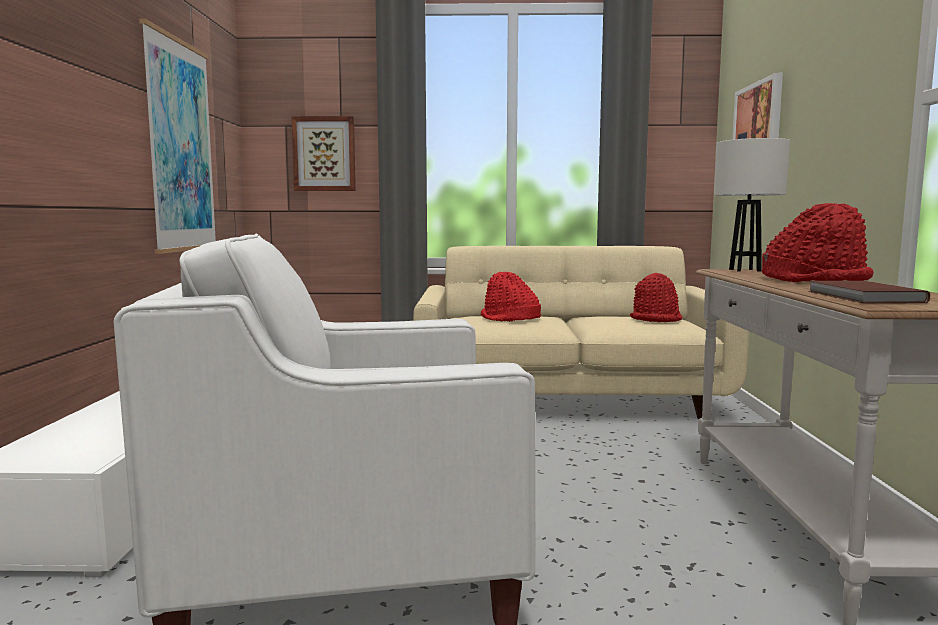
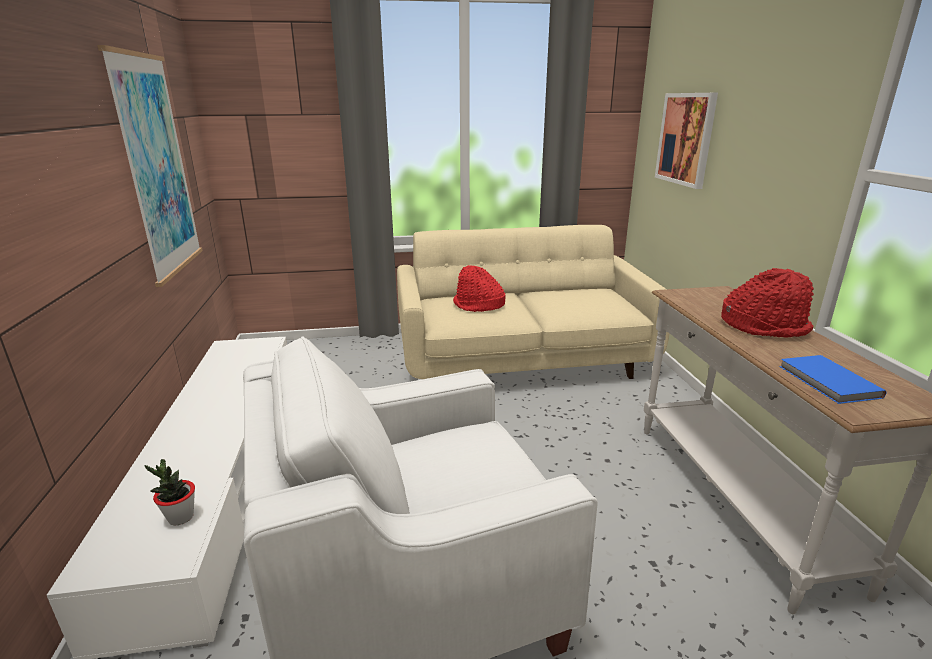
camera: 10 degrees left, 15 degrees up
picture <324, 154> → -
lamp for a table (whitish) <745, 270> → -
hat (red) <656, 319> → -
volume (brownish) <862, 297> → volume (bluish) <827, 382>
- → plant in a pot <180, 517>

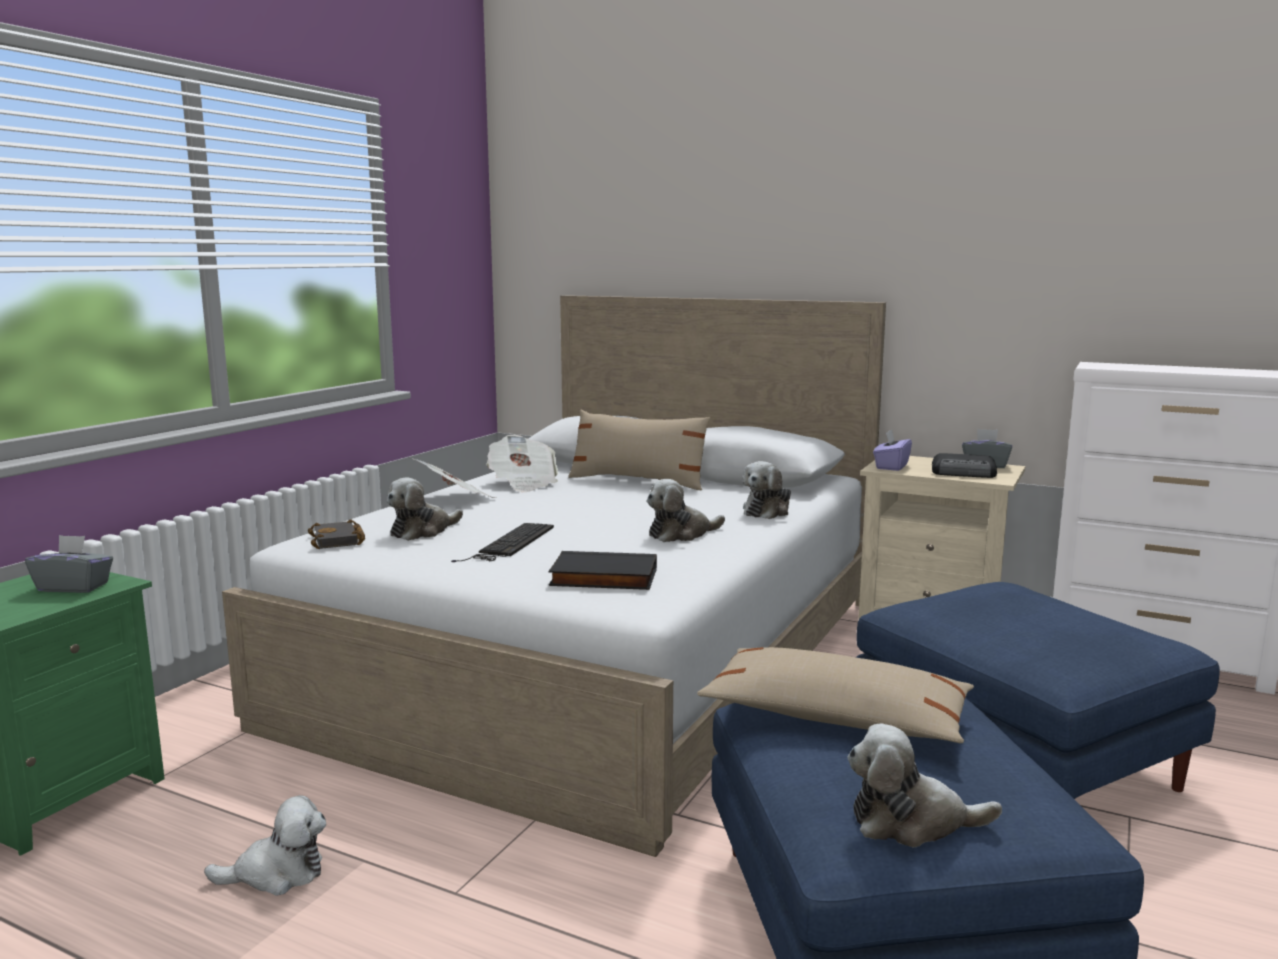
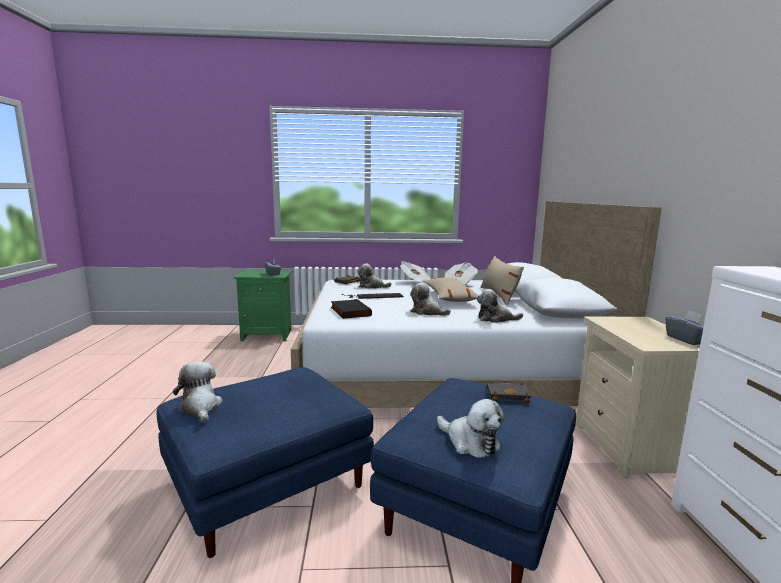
camera: 60 degrees right, 0 degrees up
box of tissues (purple-coloured) <891, 466> → -
radio receiver <964, 473> → -
throw pillow (beige) <835, 717> → throw pillow (beige) <449, 297>, move
soft toy <277, 874> → soft toy <470, 442>, move
- → volume (black) <508, 395>

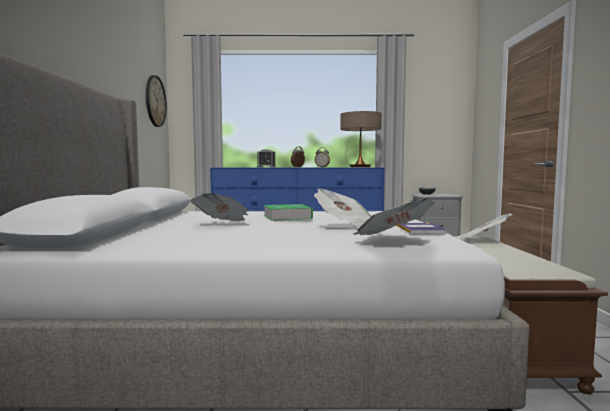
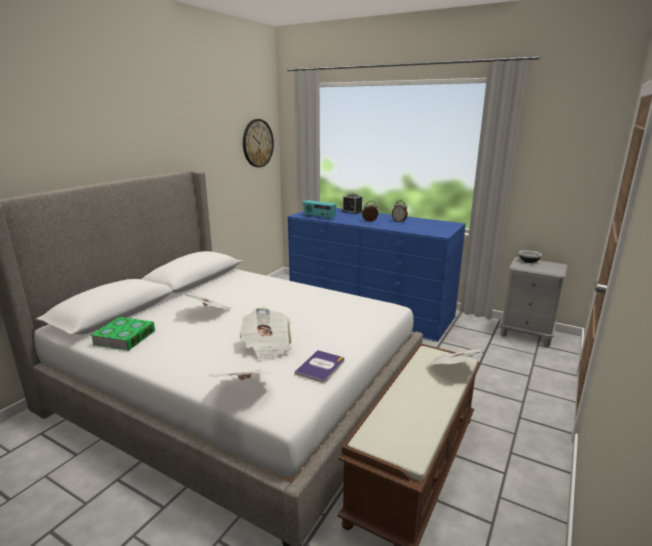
camera: 30 degrees right, 15 degrees up
lamp for a table <360, 167> → -
volume <287, 217> → volume <124, 338>, move
- → radio receiver <319, 217>

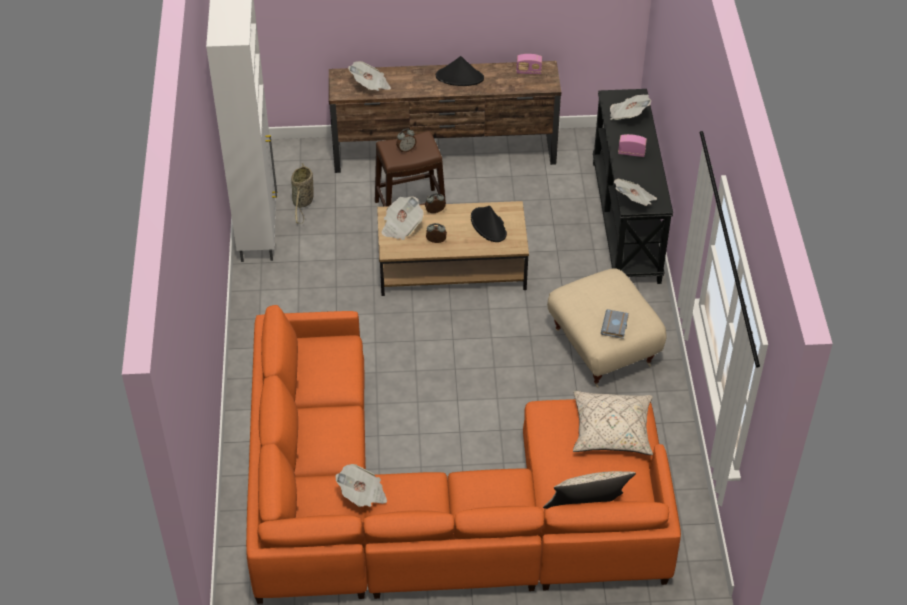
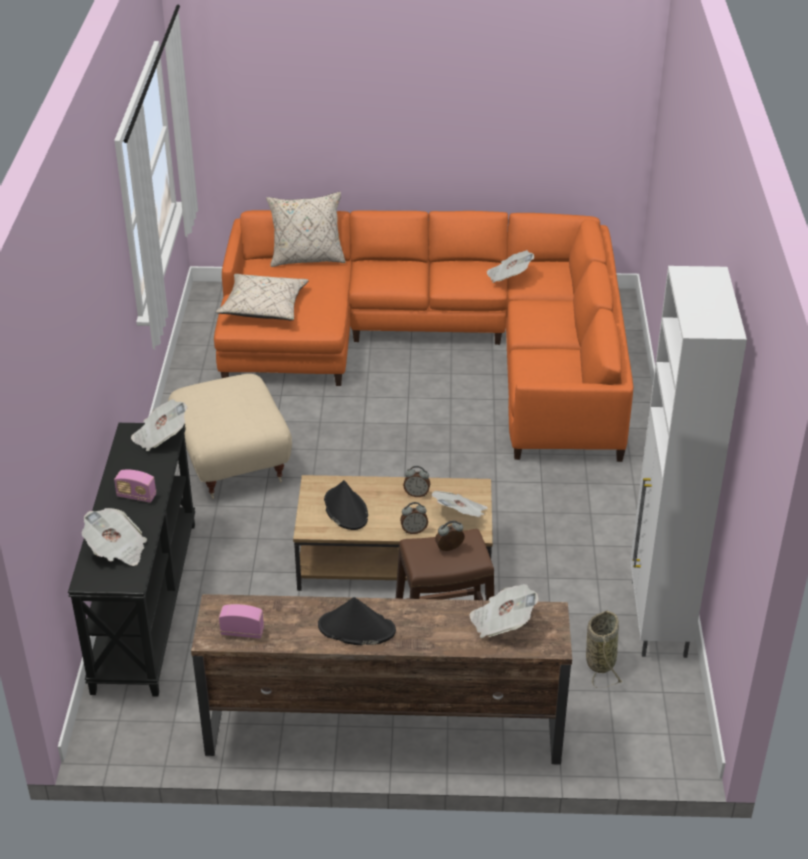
camera: 175 degrees left, 10 degrees down
volume (grey) <615, 326> → -

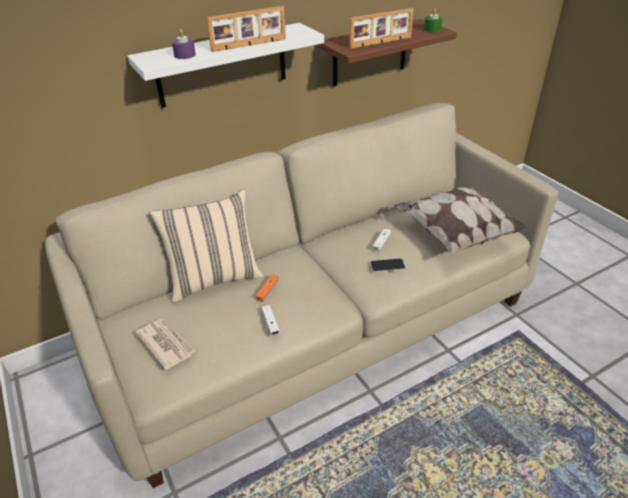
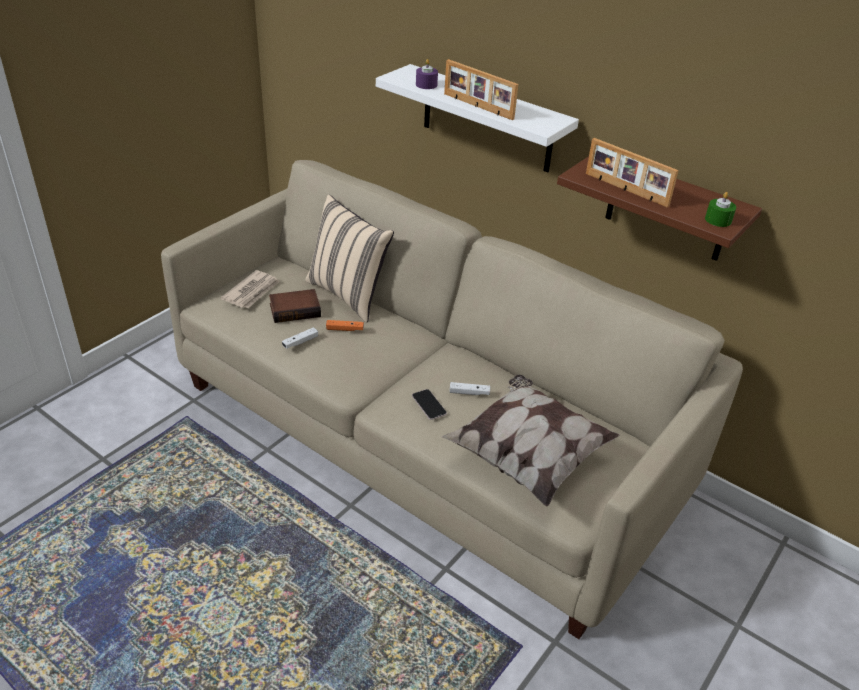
camera: 65 degrees right, 0 degrees up
- → volume <295, 309>

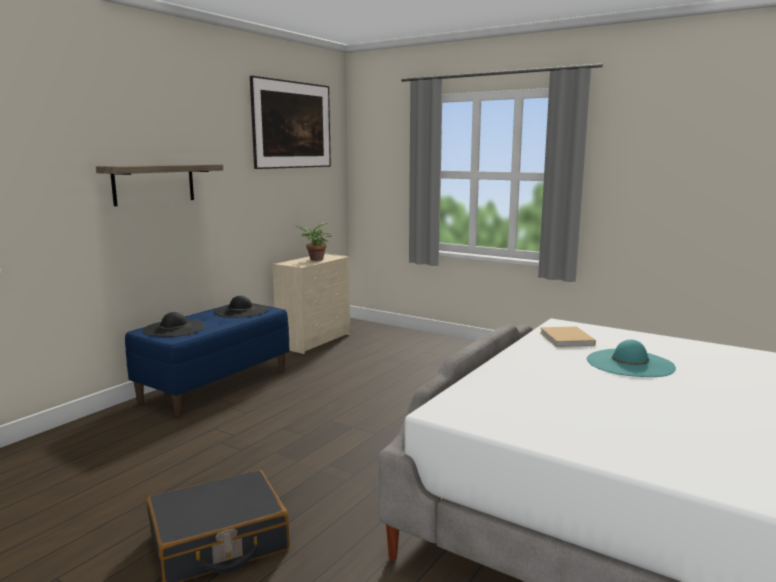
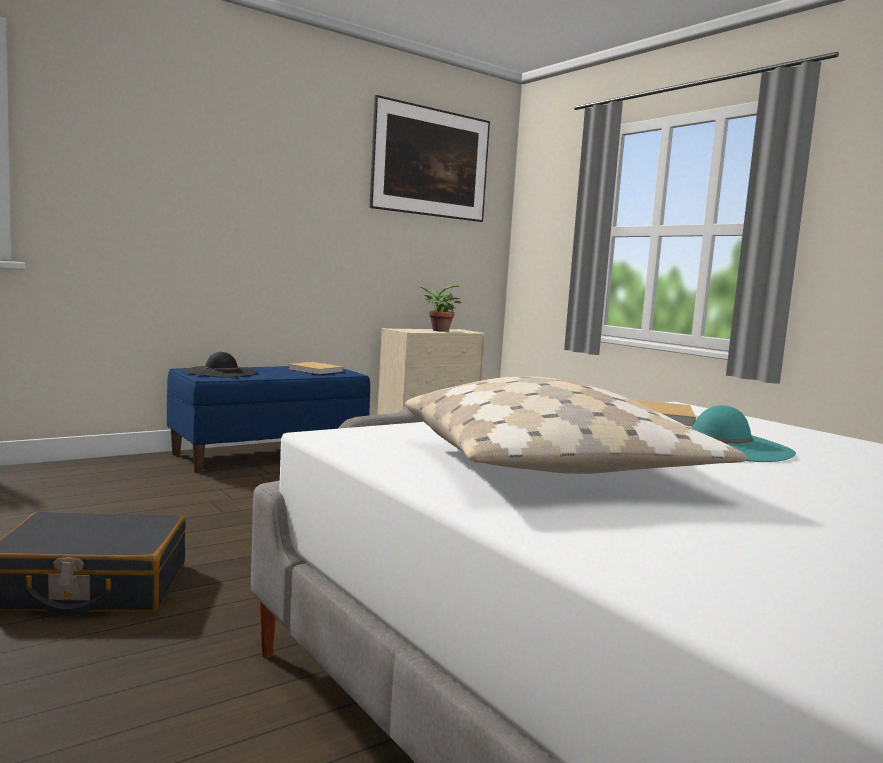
camera: 20 degrees right, 5 degrees down
shelf <154, 184> → -
hat (black) <241, 310> → volume (beige) <316, 370>
- → throw pillow (beige) <555, 469>

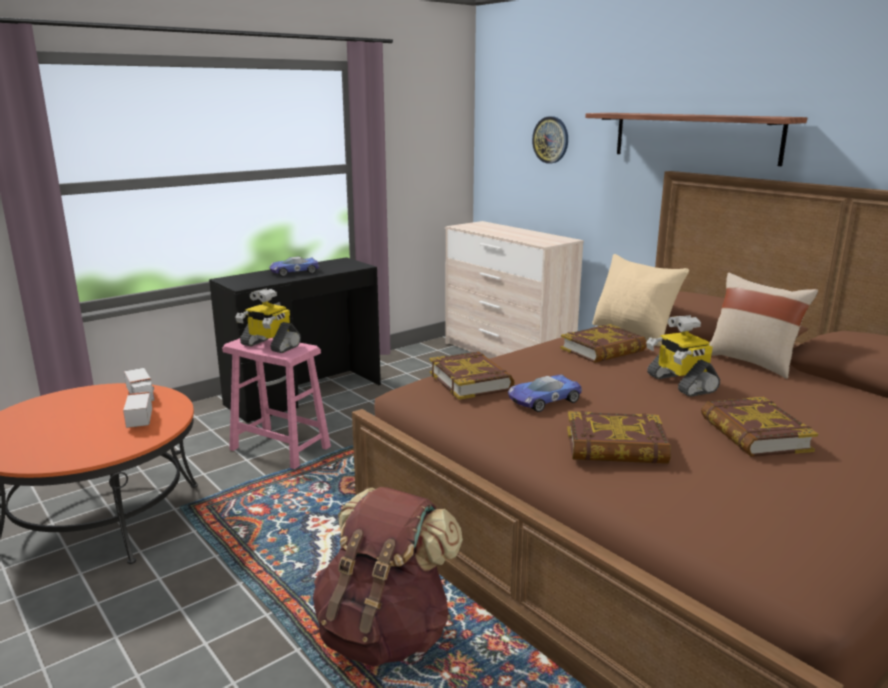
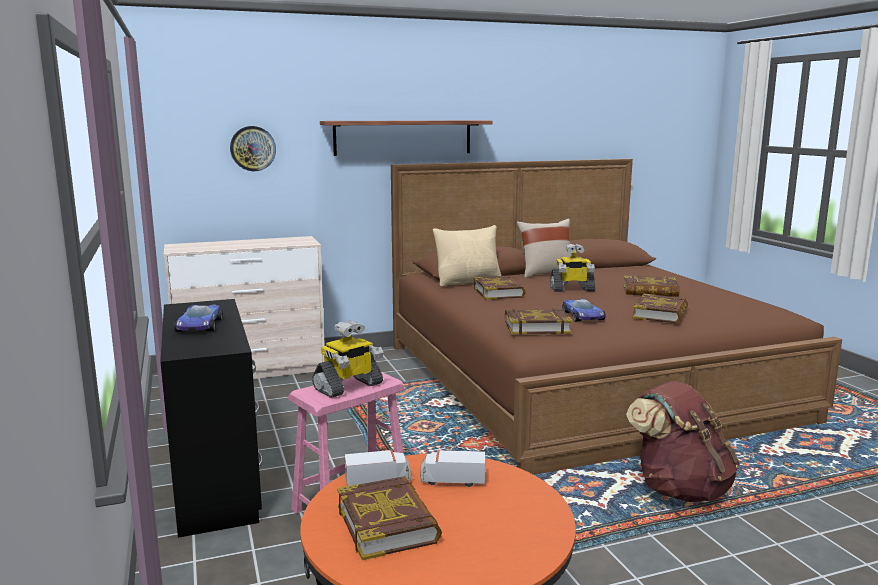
camera: 70 degrees left, 5 degrees down
- → volume <388, 524>

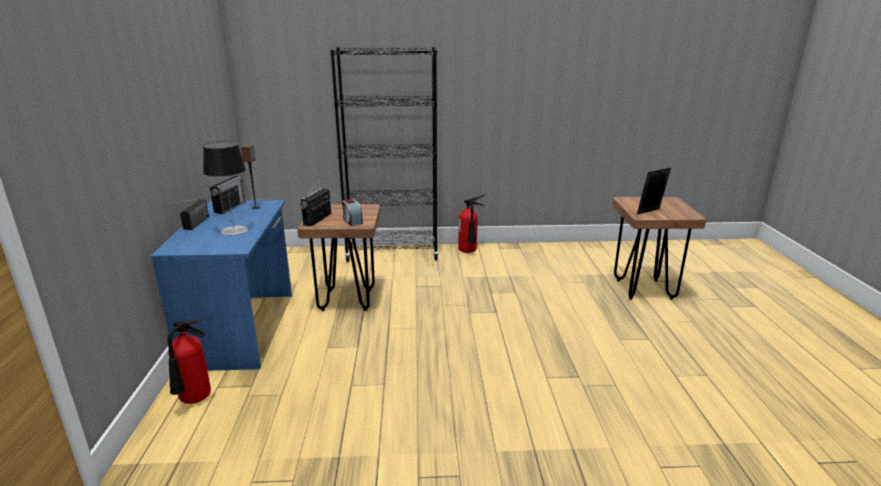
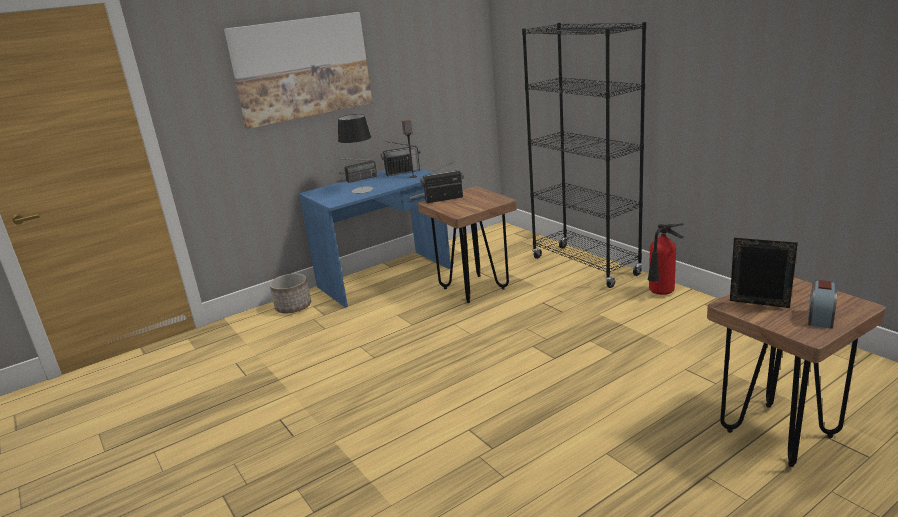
camera: 60 degrees right, 0 degrees up
bedside clock <352, 221> → bedside clock <820, 318>, move
extinguisher <194, 401> → plant pot <293, 307>
- → picture <302, 68>

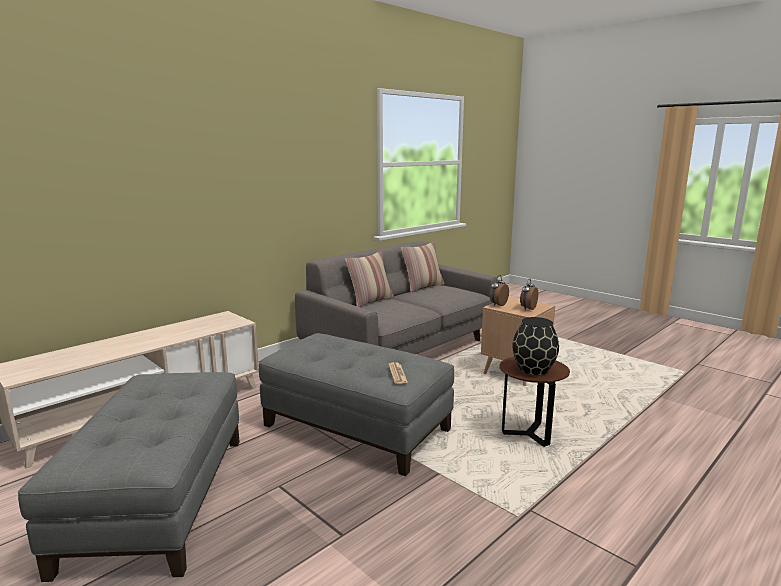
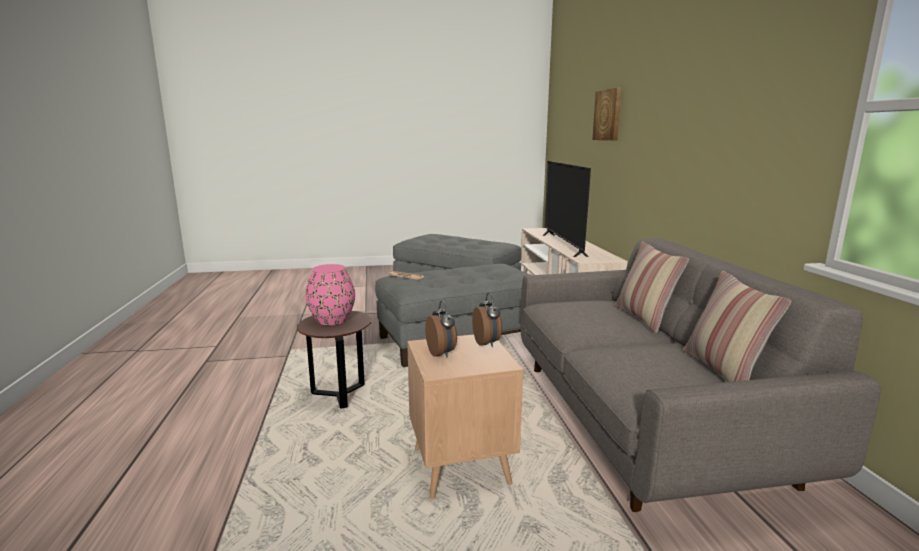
camera: 125 degrees right, 0 degrees up
decorative vase (black) <534, 369> → decorative vase (pinkish) <331, 320>
- → picture <608, 115>
- → TV set <563, 245>

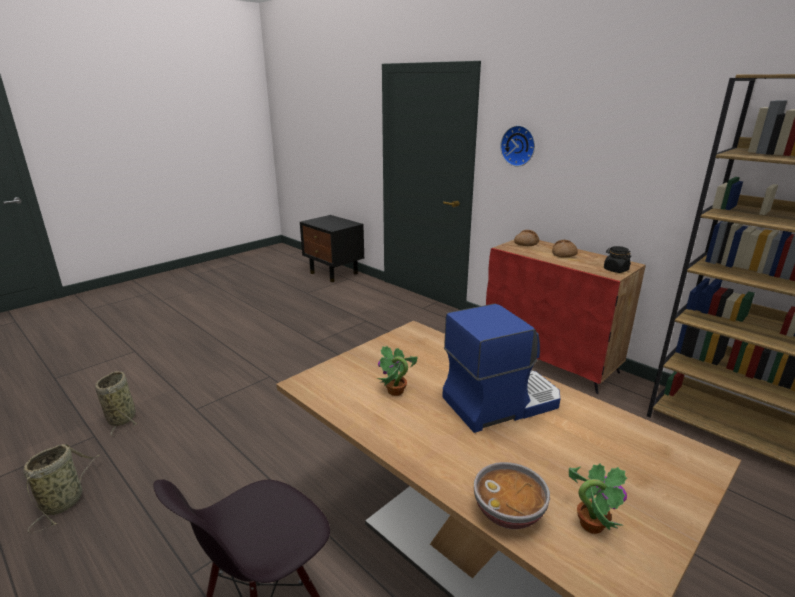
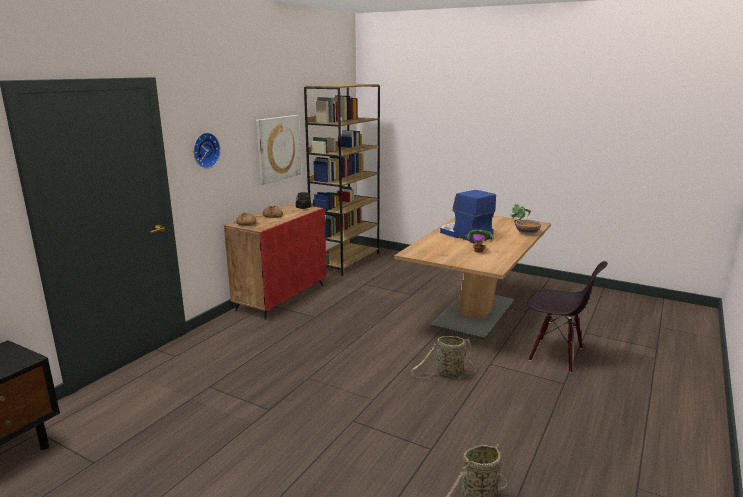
camera: 105 degrees left, 5 degrees down
household basket <65, 501> → household basket <447, 374>, move
- → picture <278, 148>

